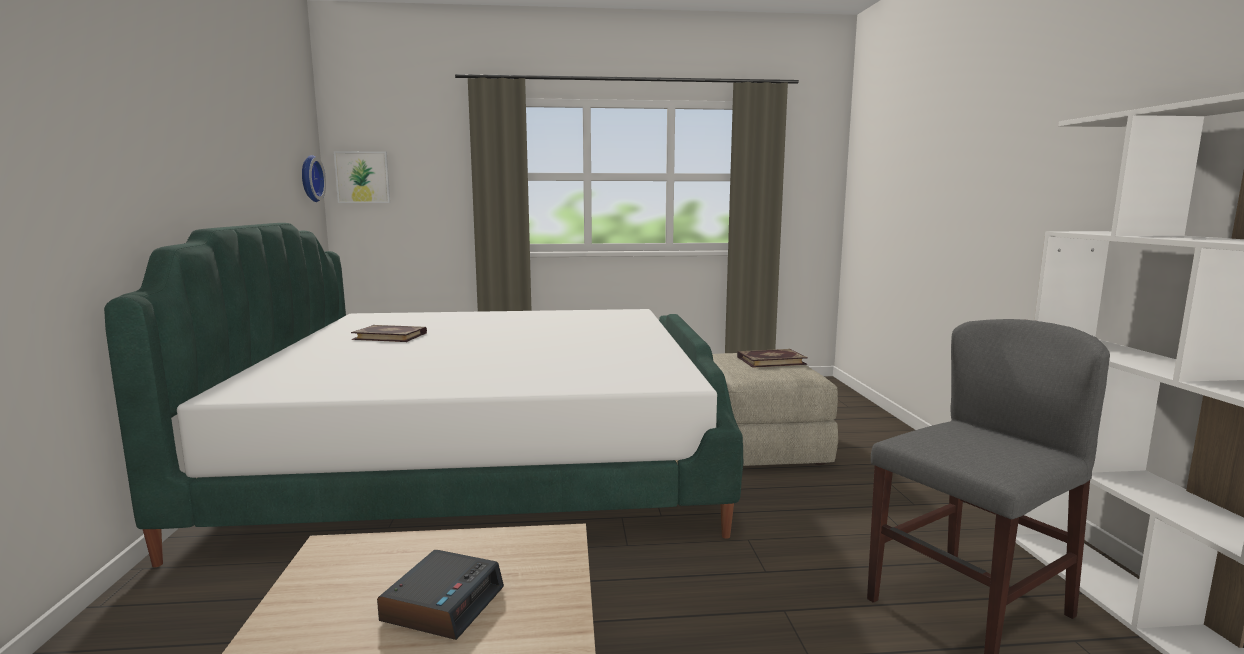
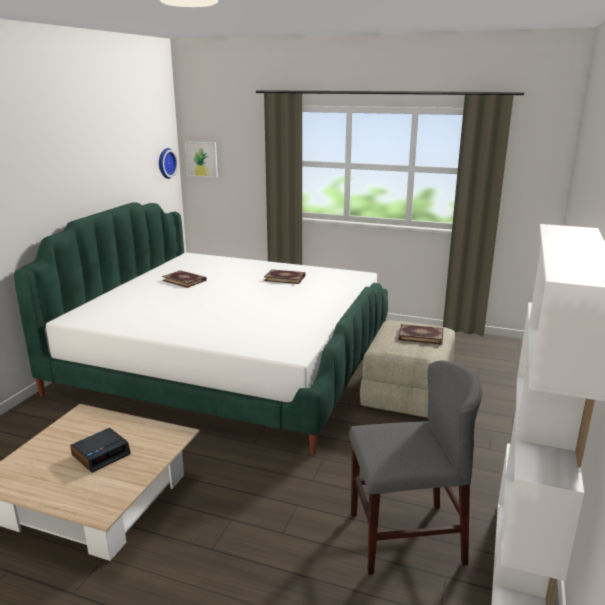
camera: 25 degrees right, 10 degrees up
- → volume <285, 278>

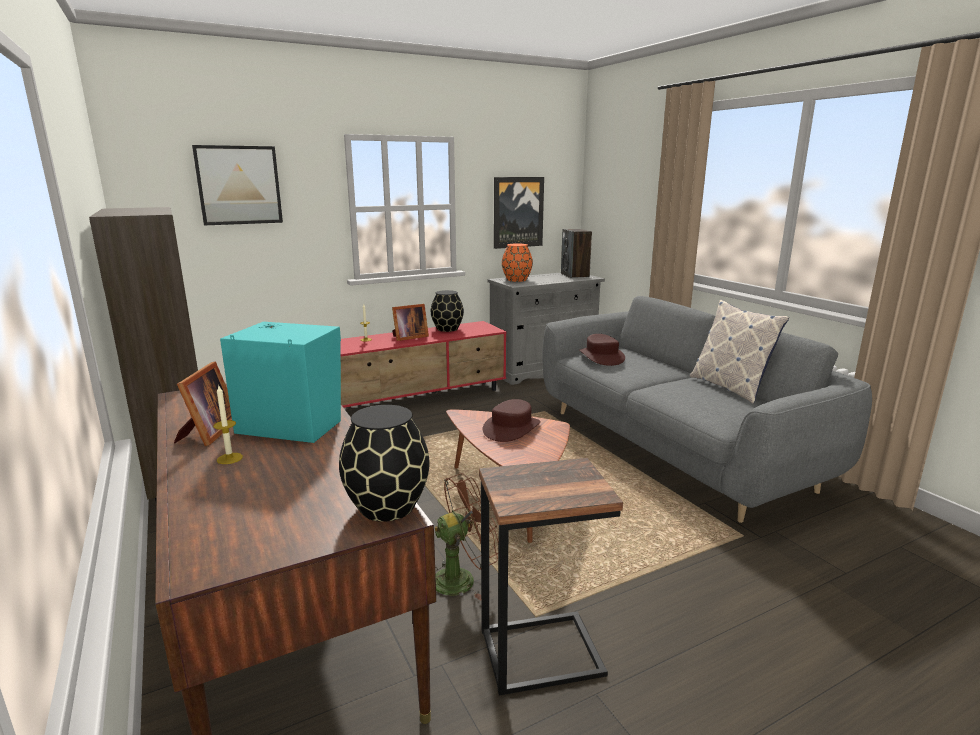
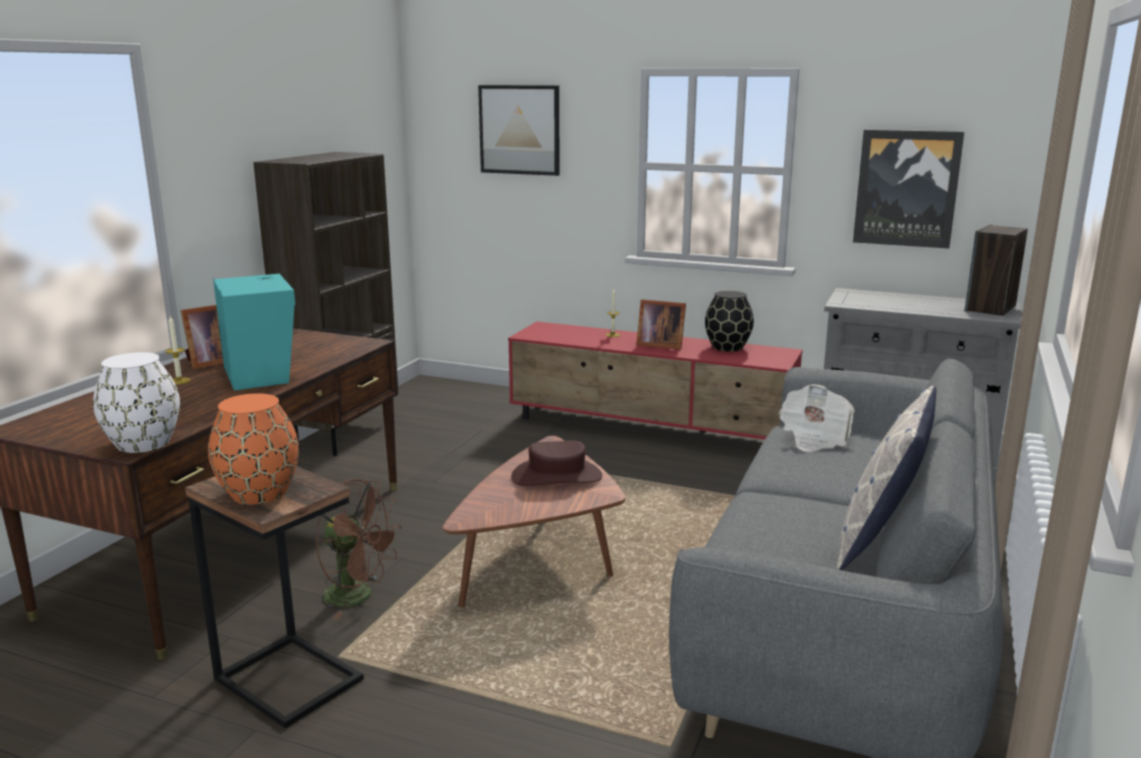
camera: 50 degrees right, 0 degrees up
decorative vase (orange-coloured) <516, 280> → decorative vase (orange-coloured) <260, 493>, move
hat (brownish) <601, 357> → daily paper <814, 438>
decorative vase (black) <388, 507> → decorative vase (whitish) <143, 444>

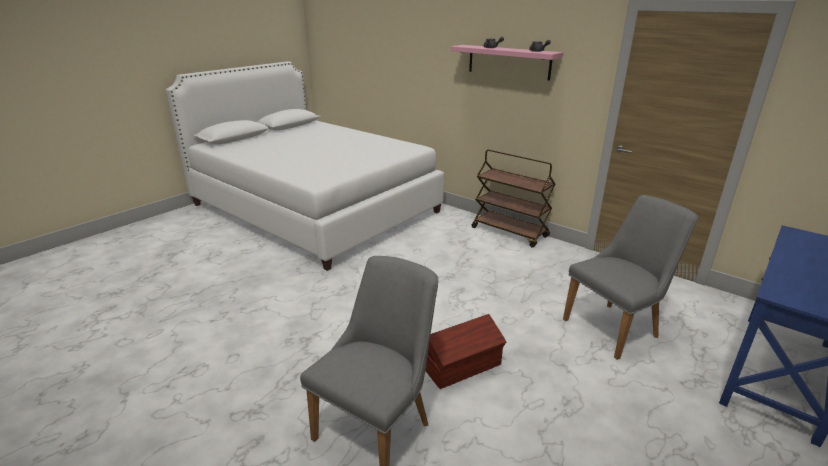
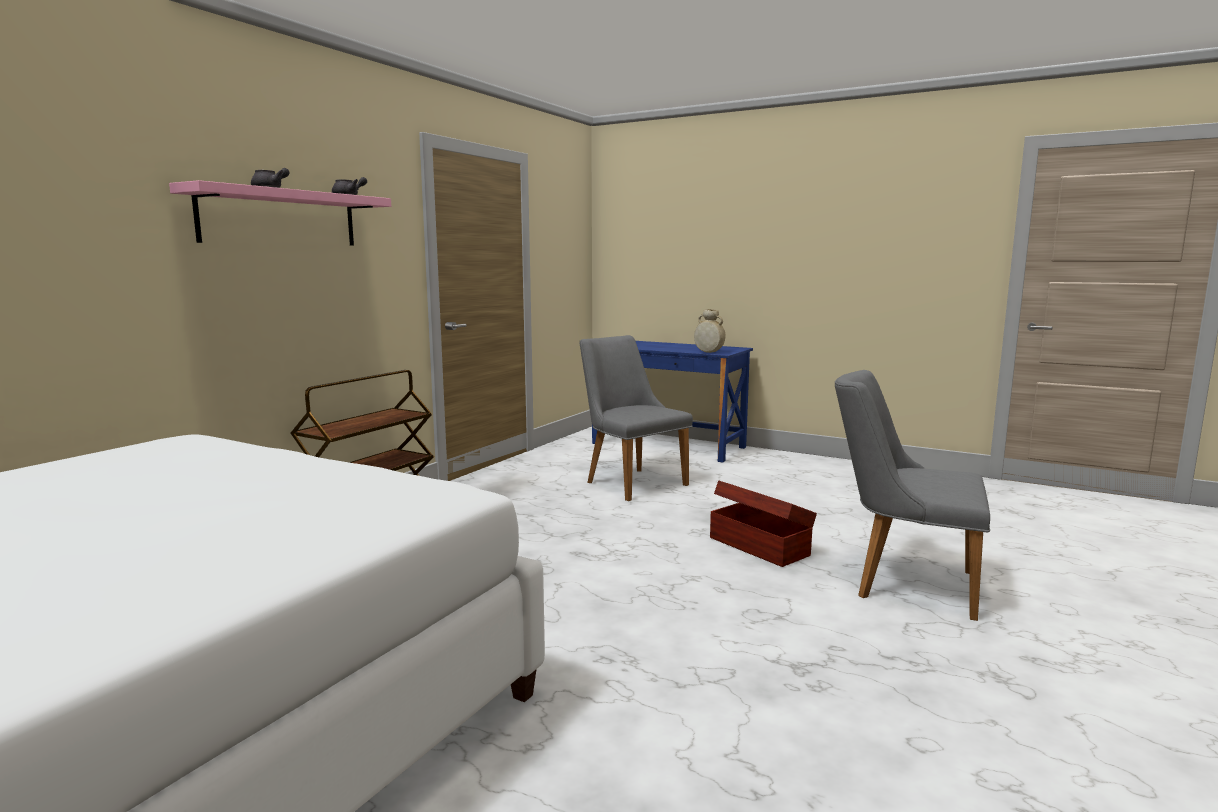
camera: 100 degrees left, 15 degrees down
- → decorative vase (beige) <708, 352>

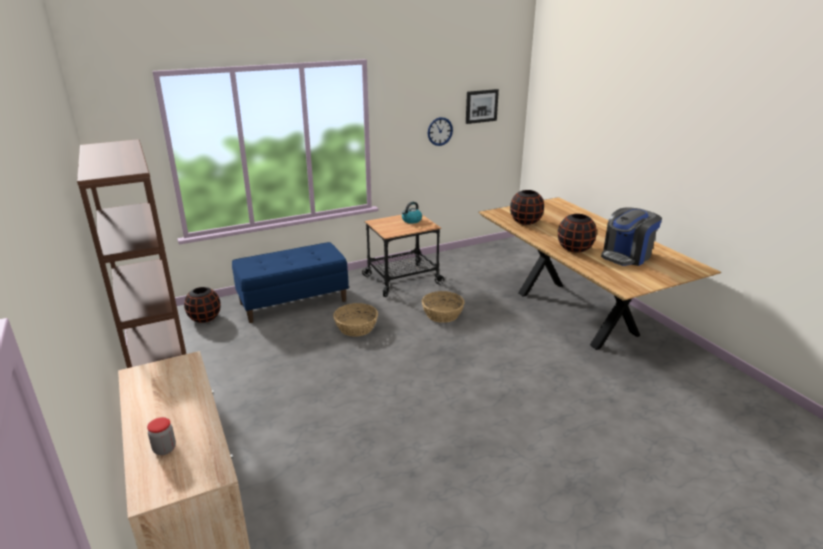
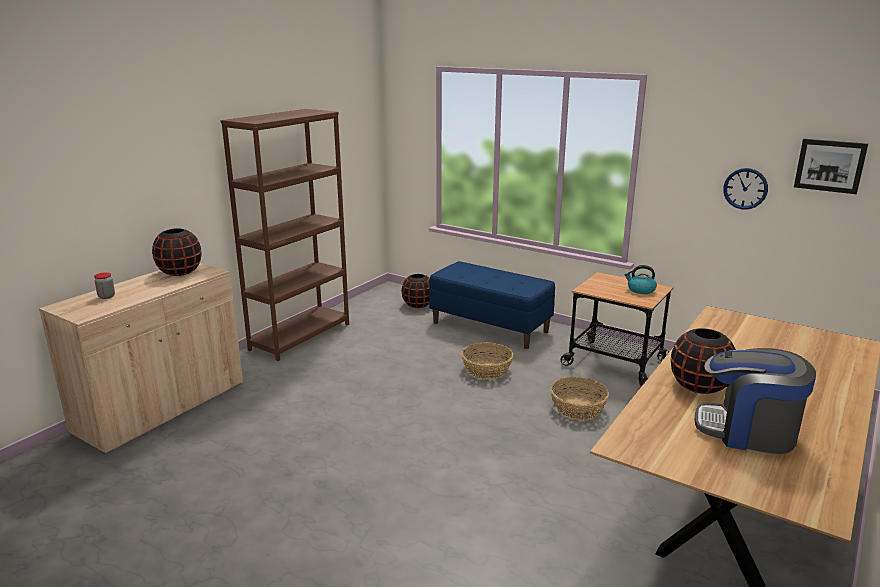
camera: 60 degrees right, 5 degrees down
decorative vase (black) <525, 222> → decorative vase (black) <180, 272>, move

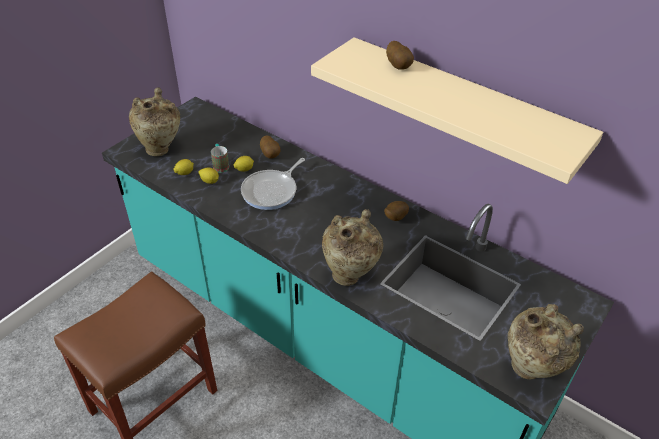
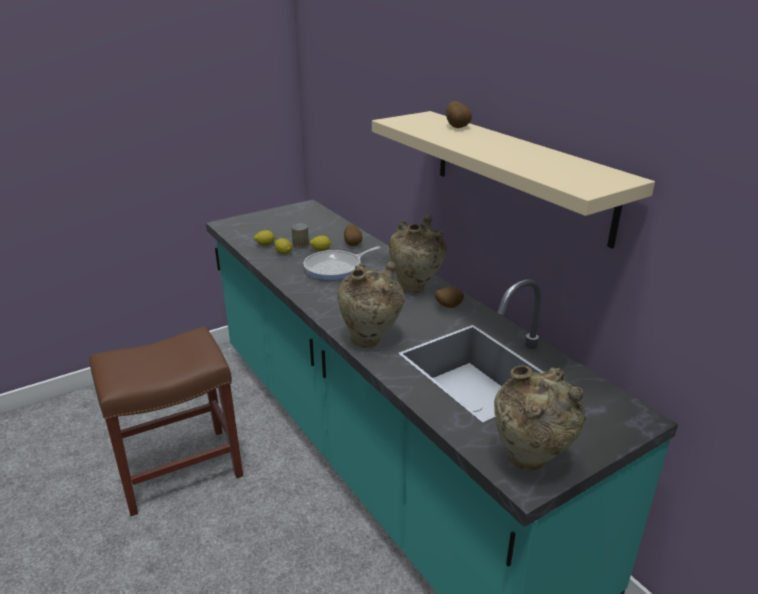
camera: 20 degrees right, 15 degrees down
decorative vase (beige) <161, 149> → decorative vase (beige) <416, 287>, move

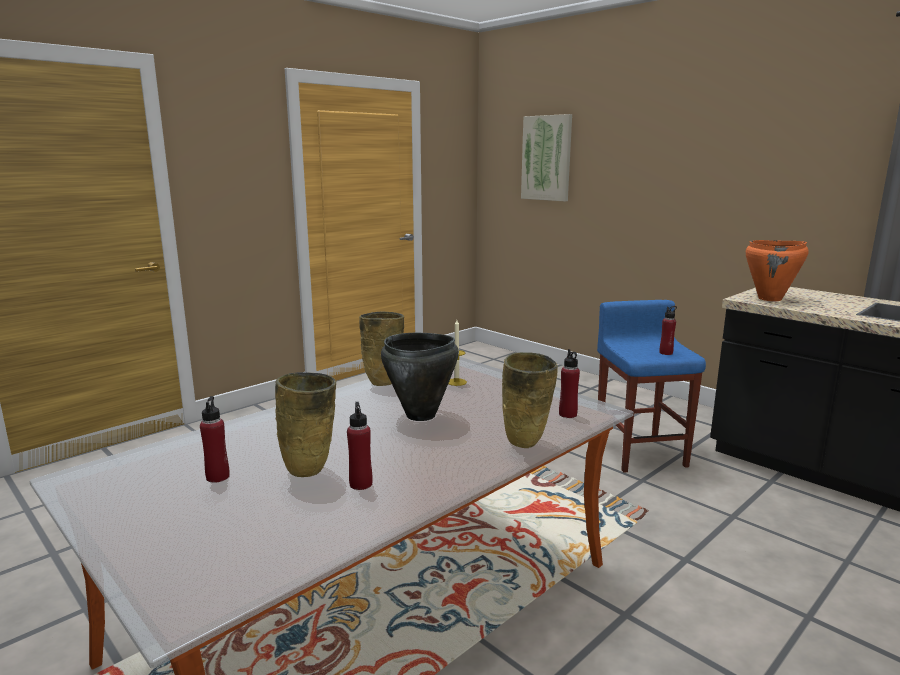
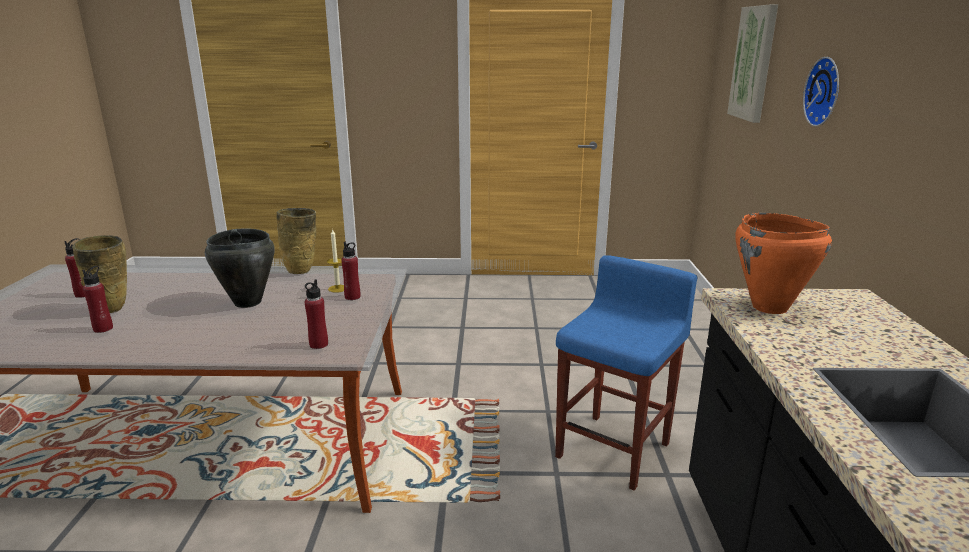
camera: 45 degrees right, 5 degrees up
beverage bottle (red) <666, 353> → beverage bottle (red) <352, 297>, move
decorative vase (beige) <526, 444> → -
- → hanging clock <826, 92>

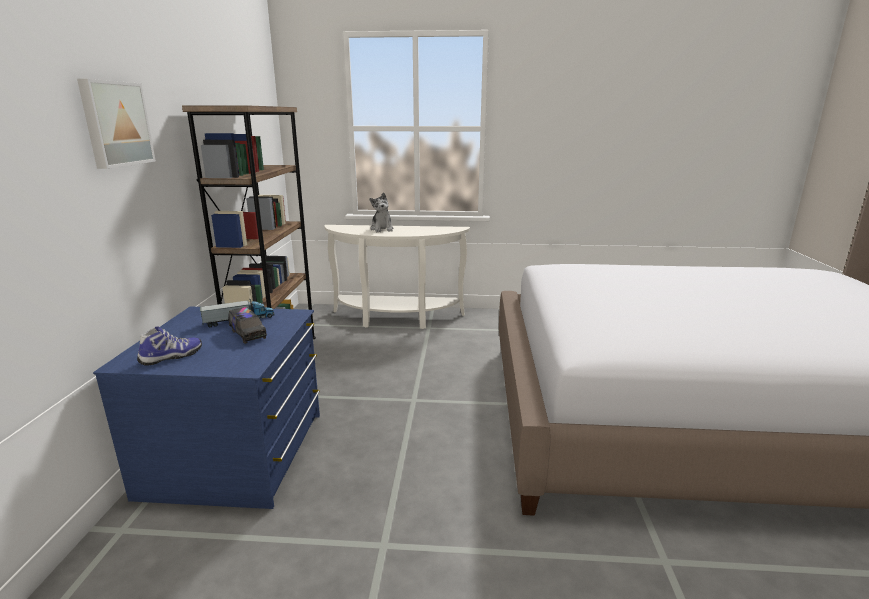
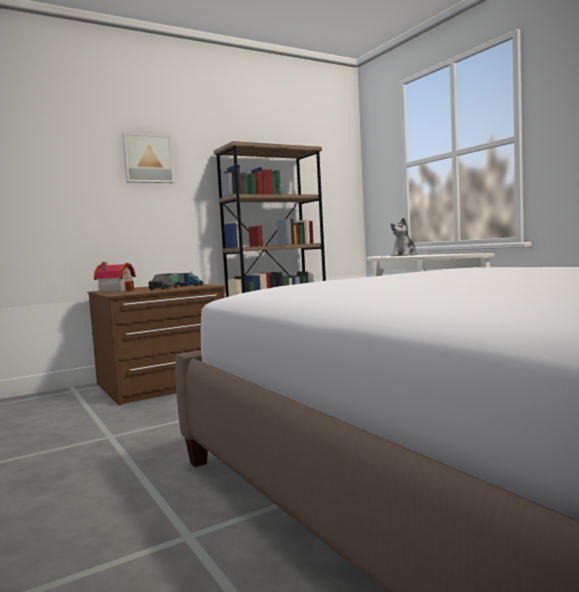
camera: 55 degrees right, 15 degrees down
chest of drawers (bluish) <238, 453> → chest of drawers (brownish) <162, 384>
shoe <172, 357> → model house <116, 290>

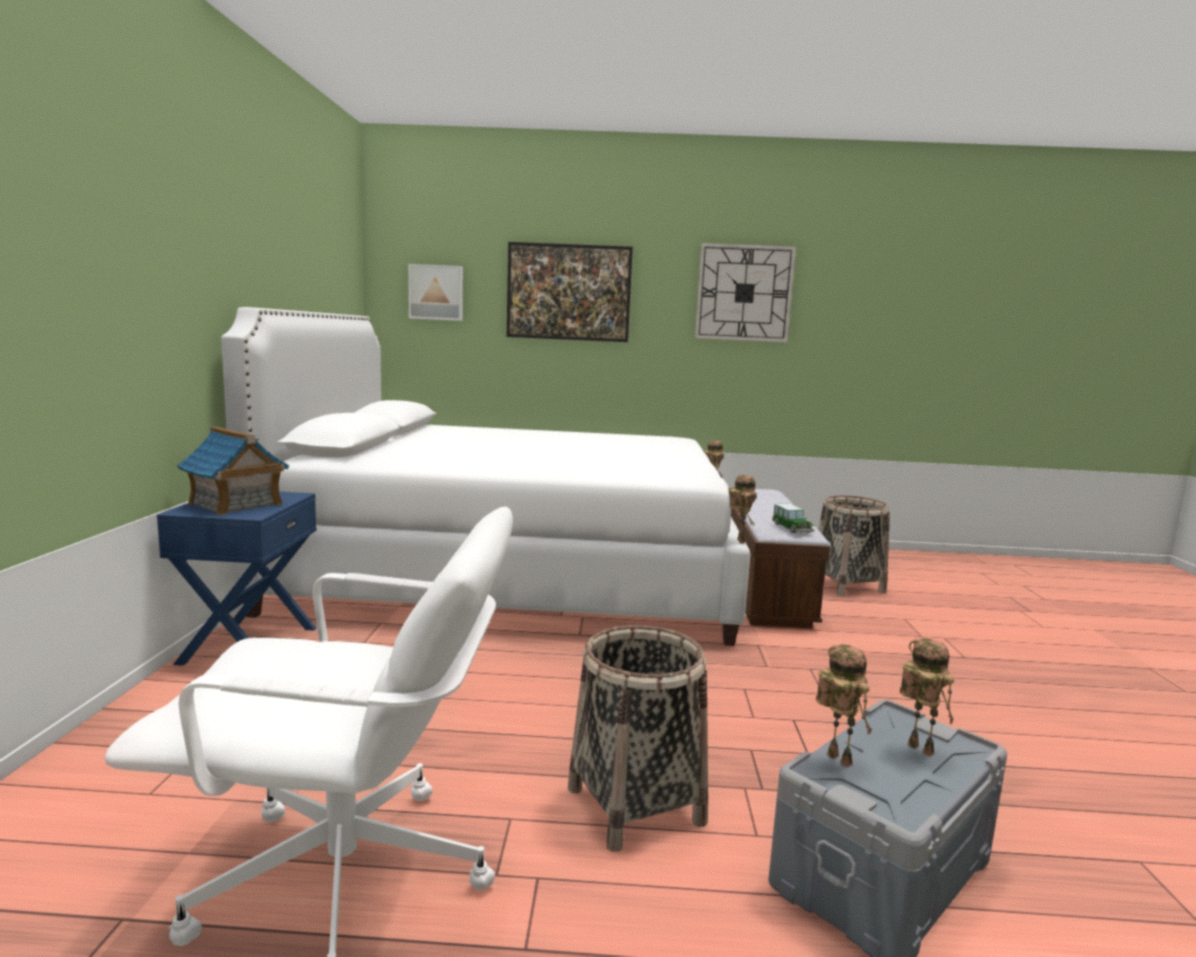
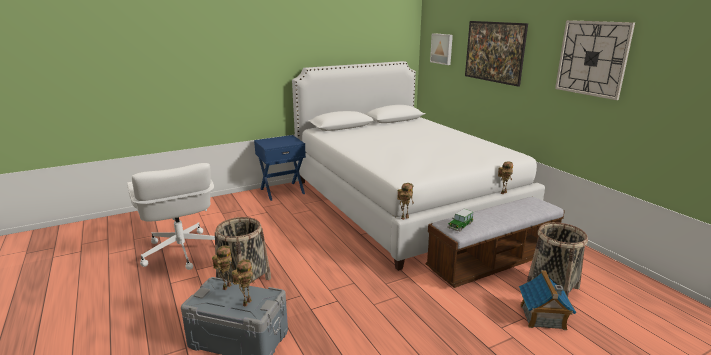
camera: 60 degrees right, 10 degrees up
model house <235, 504> → model house <542, 317>, move

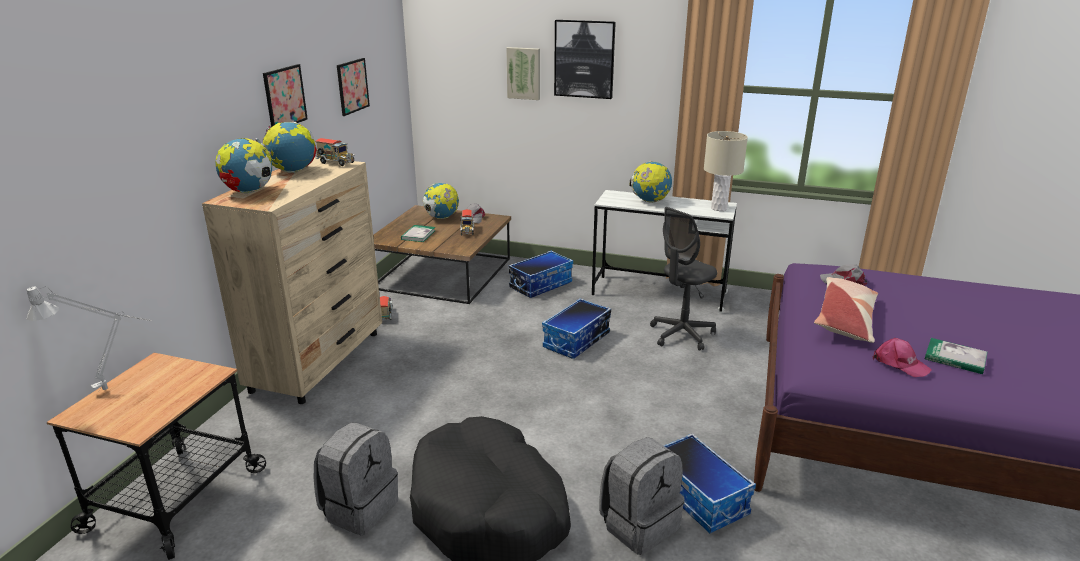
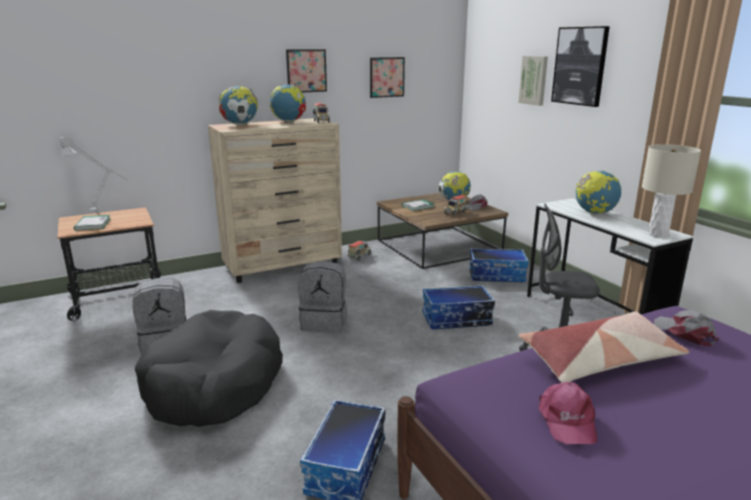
camera: 45 degrees right, 5 degrees down
volume <955, 358> → volume <93, 224>, move
backpack (grey) <639, 524> → backpack (grey) <324, 322>, move

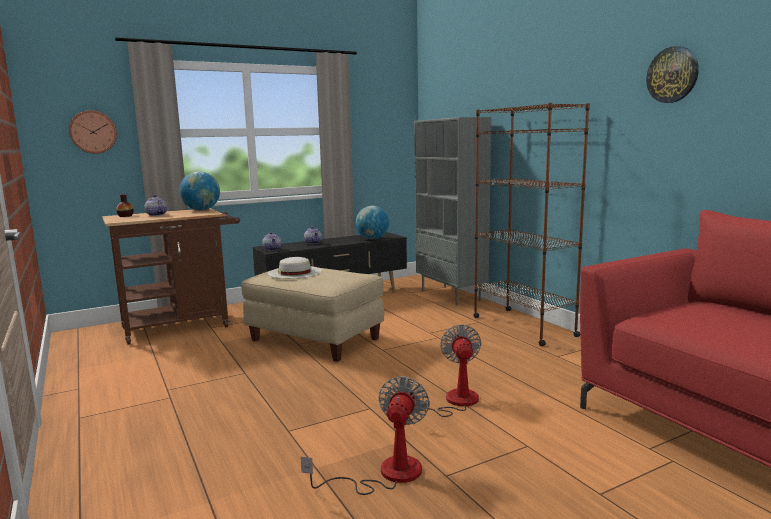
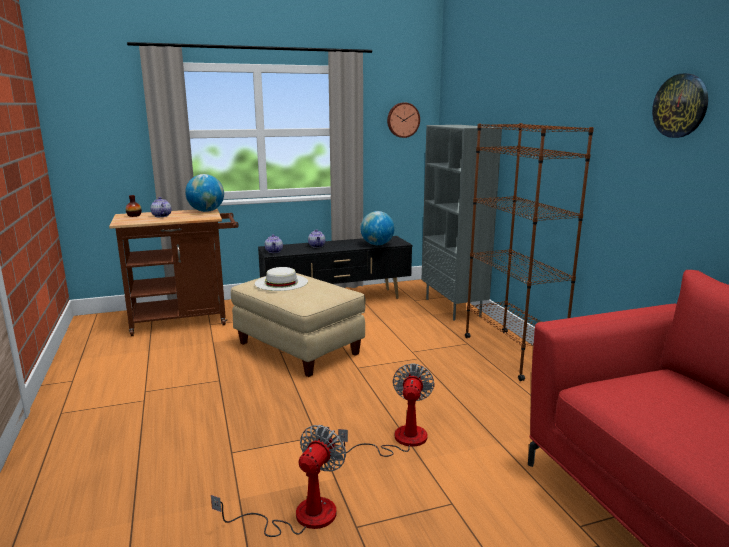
camera: 10 degrees right, 5 degrees up
hanging clock <93, 132> → hanging clock <403, 120>, move

